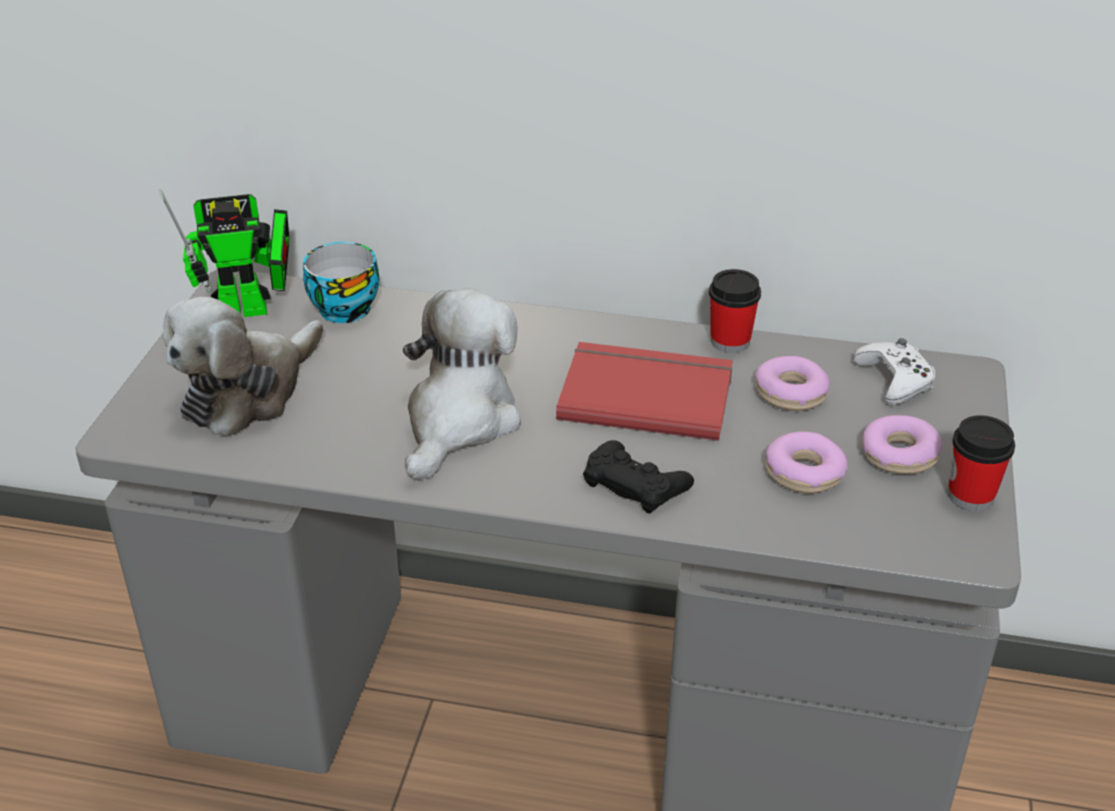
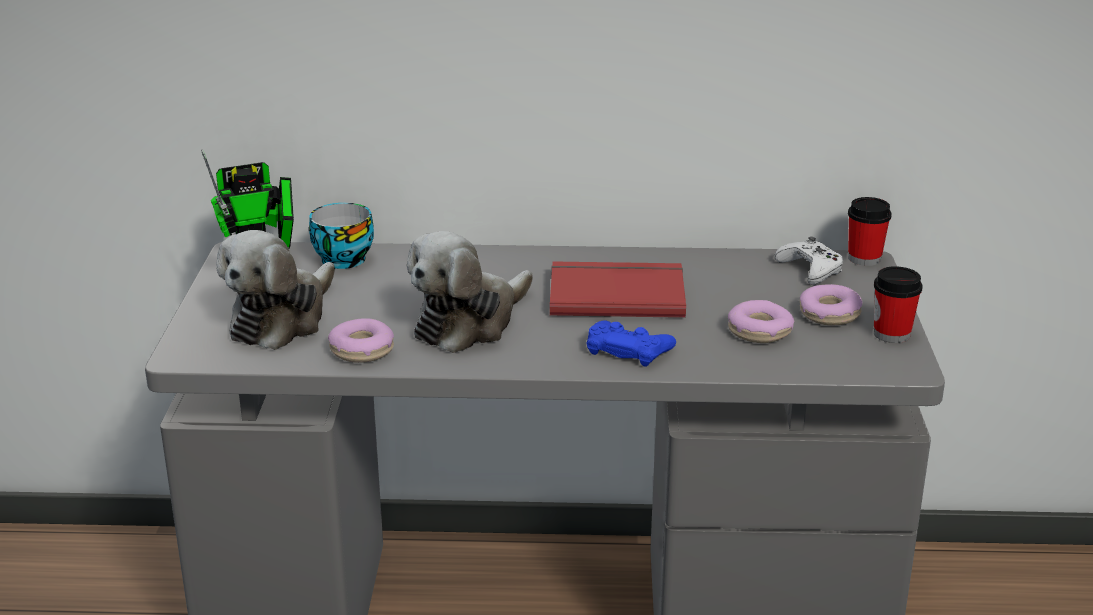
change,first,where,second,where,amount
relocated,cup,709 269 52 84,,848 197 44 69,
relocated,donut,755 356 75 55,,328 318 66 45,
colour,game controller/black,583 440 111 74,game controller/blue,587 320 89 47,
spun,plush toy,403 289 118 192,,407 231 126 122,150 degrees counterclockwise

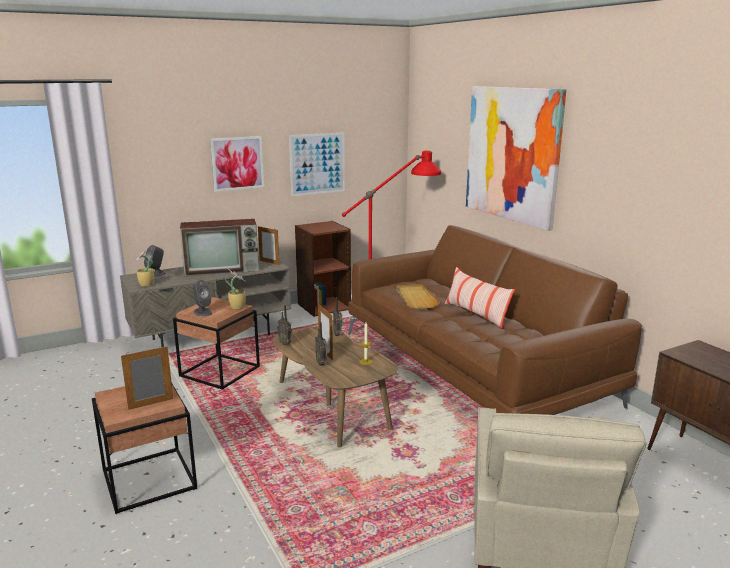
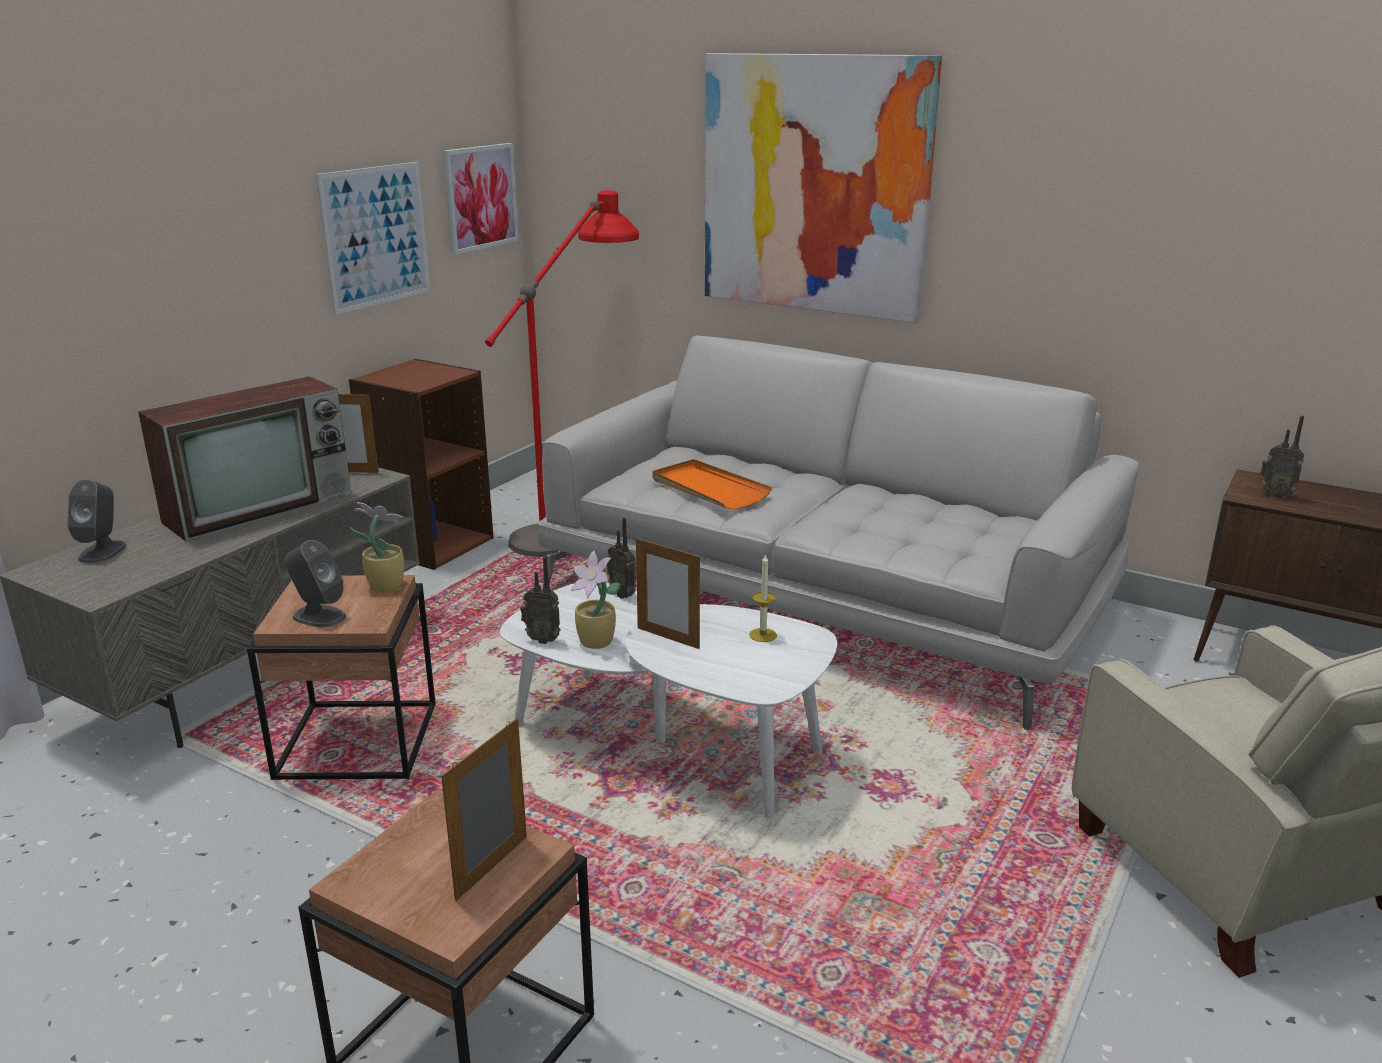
change,first,where,second,where,amount
missing,pillow,445 267 70 62,,,
relocated,potted plant,135 247 19 40,,571 551 50 98,
relocated,picture,210 136 54 56,,443 143 76 112,
relocated,radio,315 322 14 44,,1260 415 44 83,
colour,coffee table/brown,273 327 125 121,coffee table/white,500 583 338 237,
colour,sofa/brown,348 225 294 190,sofa/grey,538 336 601 394,
colour,tray/beige,396 284 44 25,tray/orange,652 459 120 51,

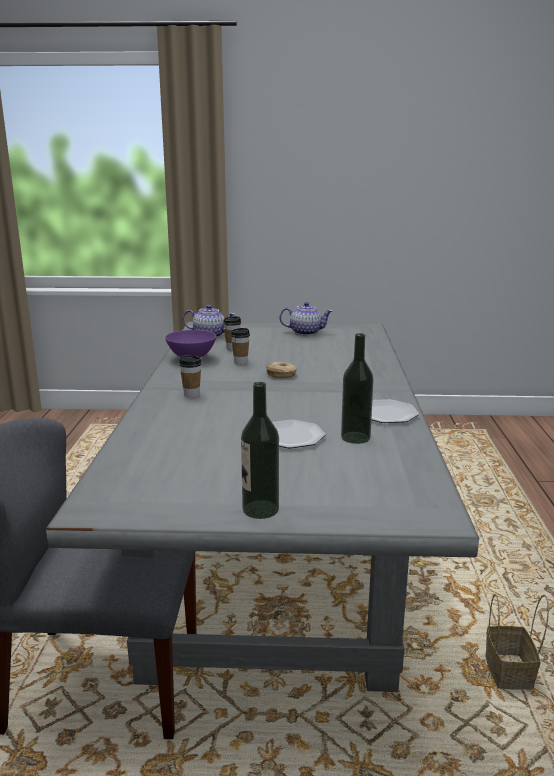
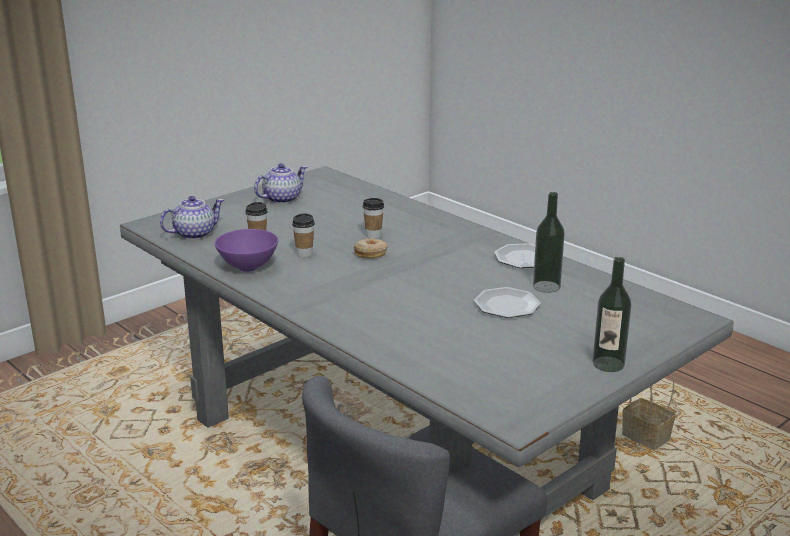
change,first,where,second,where,amount
relocated,cup,179 356 23 42,,363 198 21 41,

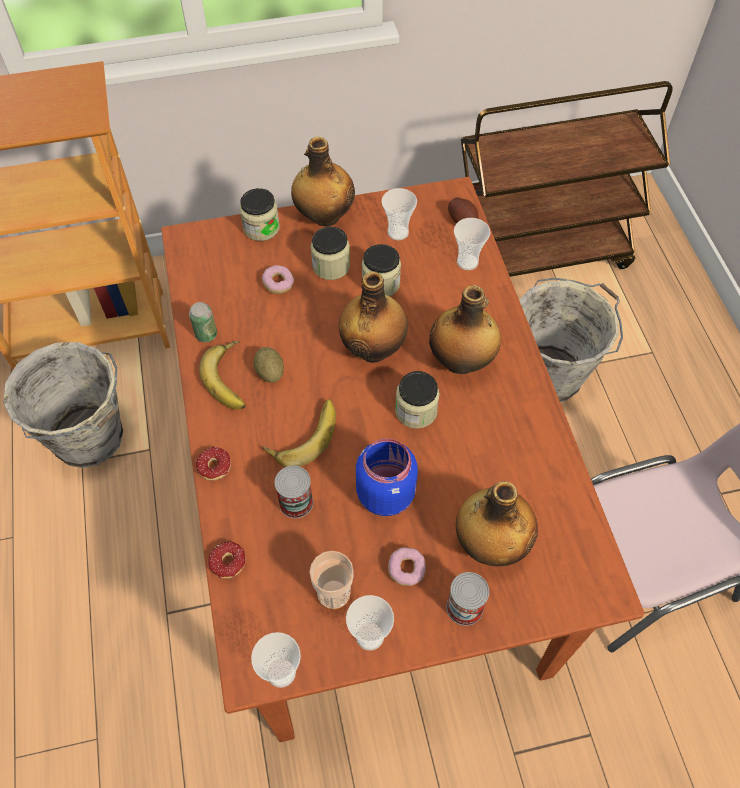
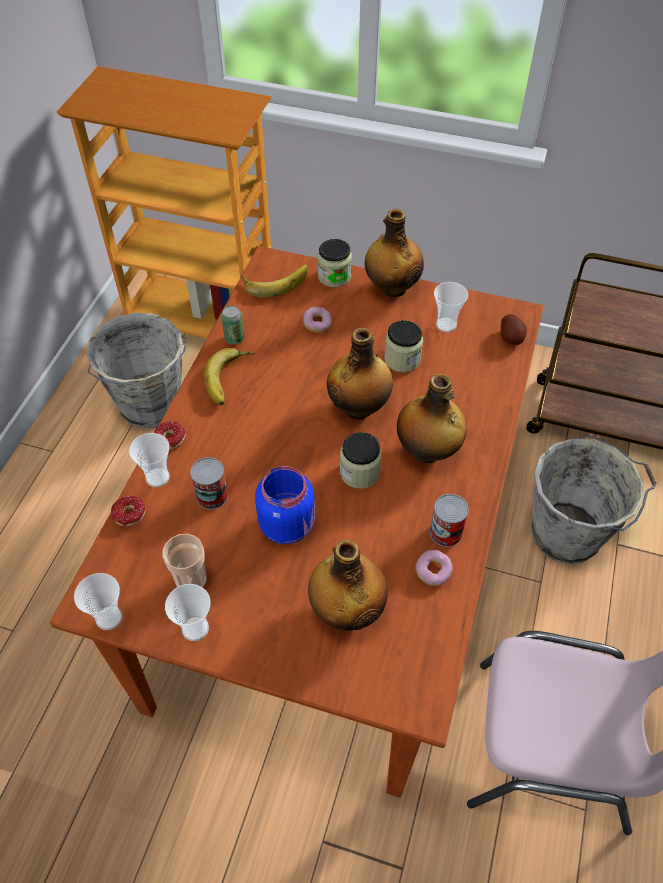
change,first,where,second,where,amount
missing,potato,254 347 30 36,,,
missing,jar,311 226 39 54,,,
relocated,banana,263 399 73 68,,241 265 67 33,
relocated,donut,388 547 38 39,,415 550 38 36,
relocated,can,446 572 43 54,,430 494 39 53,
relocated,cup,454 218 37 52,,129 433 41 54,

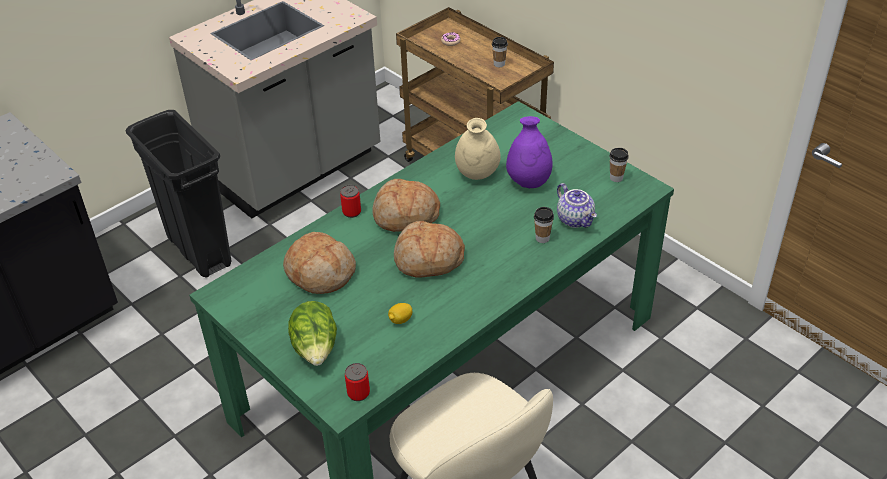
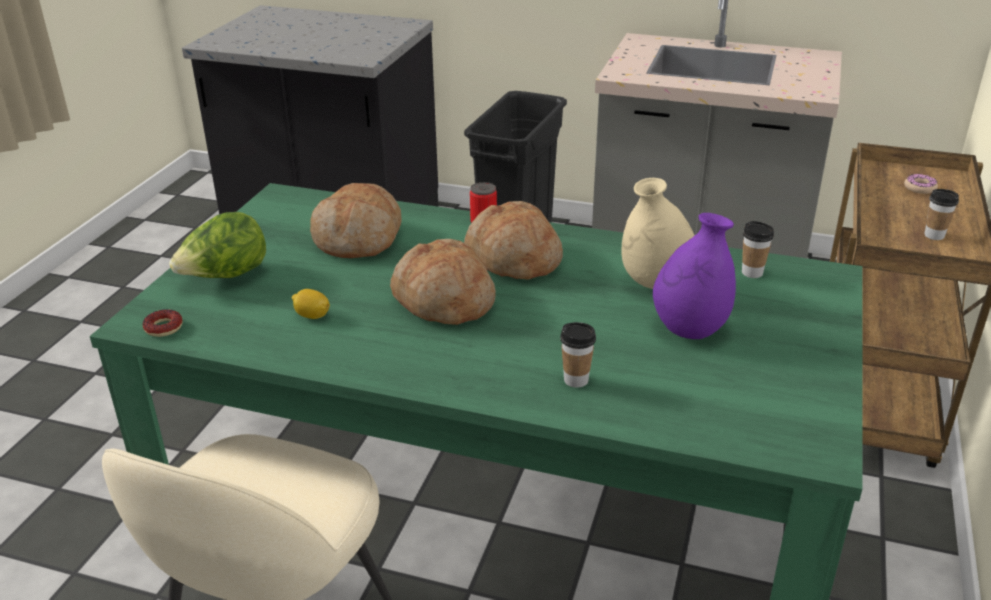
change,first,where,second,where,amount
missing,teapot,557 183 40 45,,,
relocated,cup,609 148 20 34,,742 221 32 57,
exchanged,can,345 363 25 38,donut,143 309 40 28,

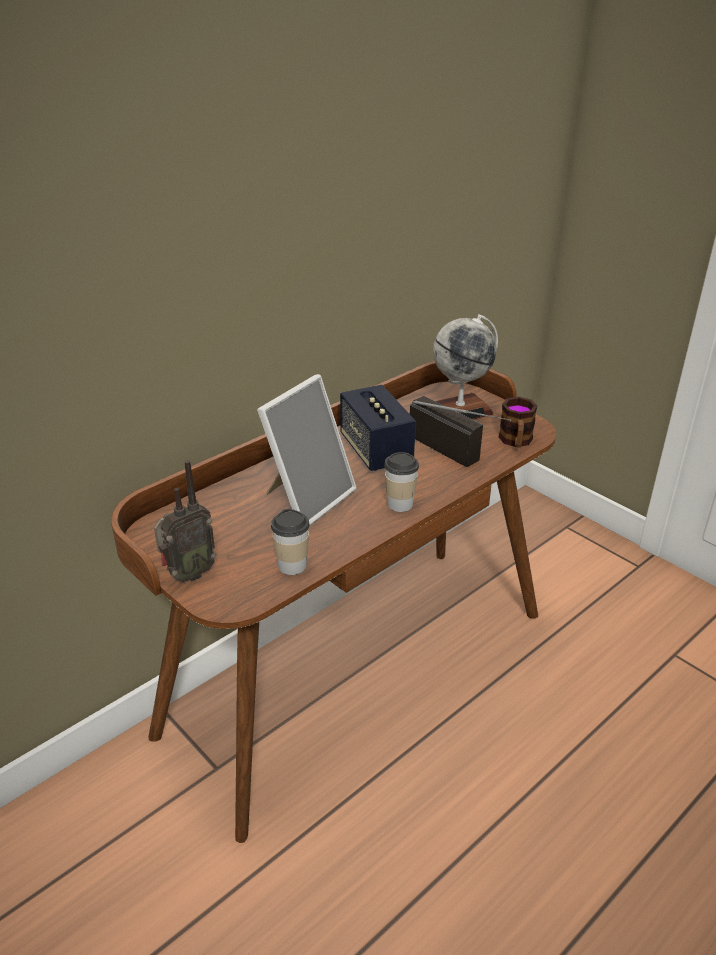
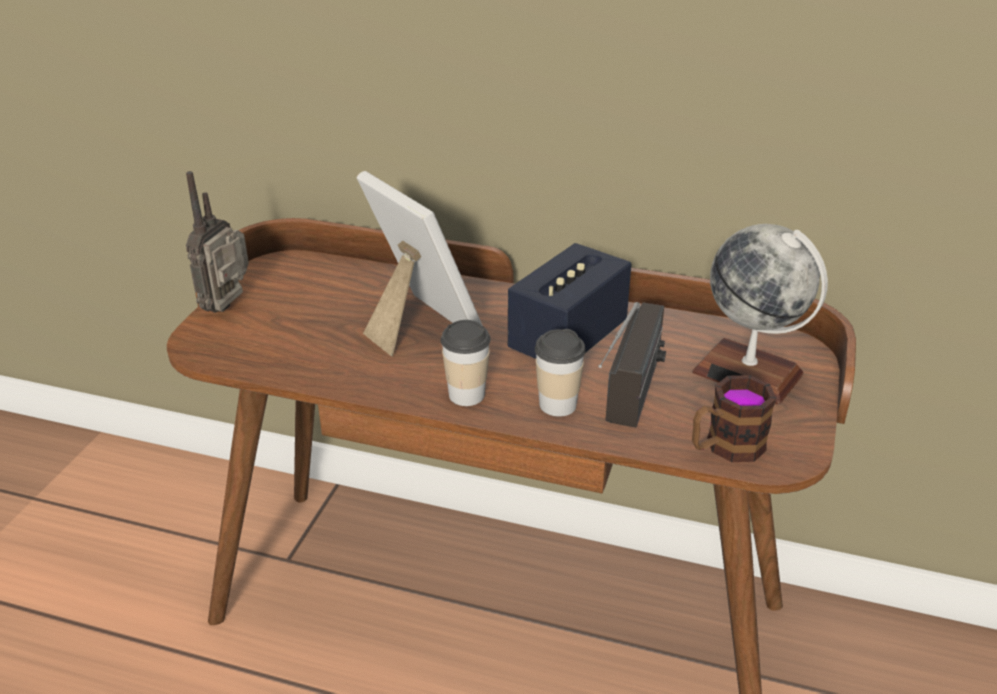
change,first,where,second,where,amount
relocated,cup,271 509 38 66,,535 329 51 88,
spun,radio,154 460 62 122,,186 171 63 142,90 degrees clockwise
spun,picture frame,257 374 100 152,,357 171 126 185,135 degrees counterclockwise

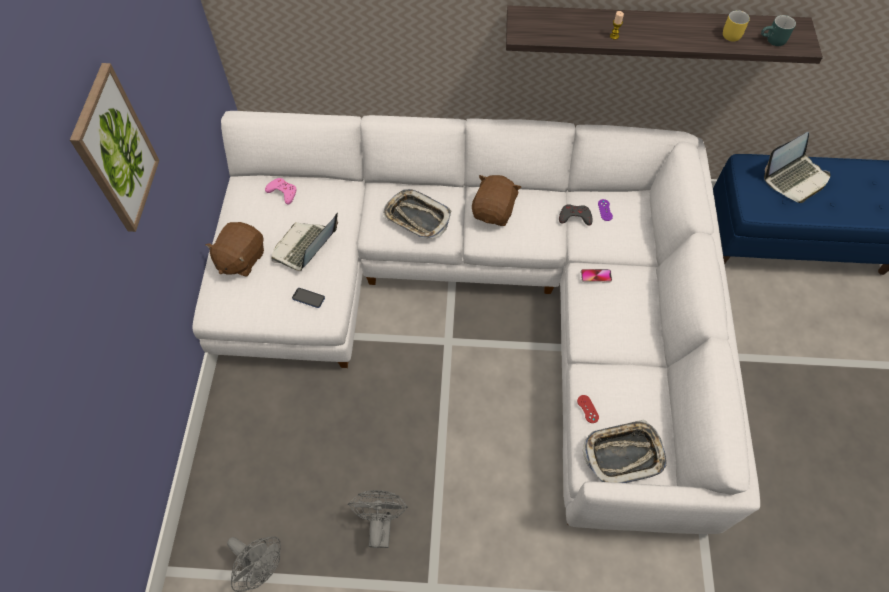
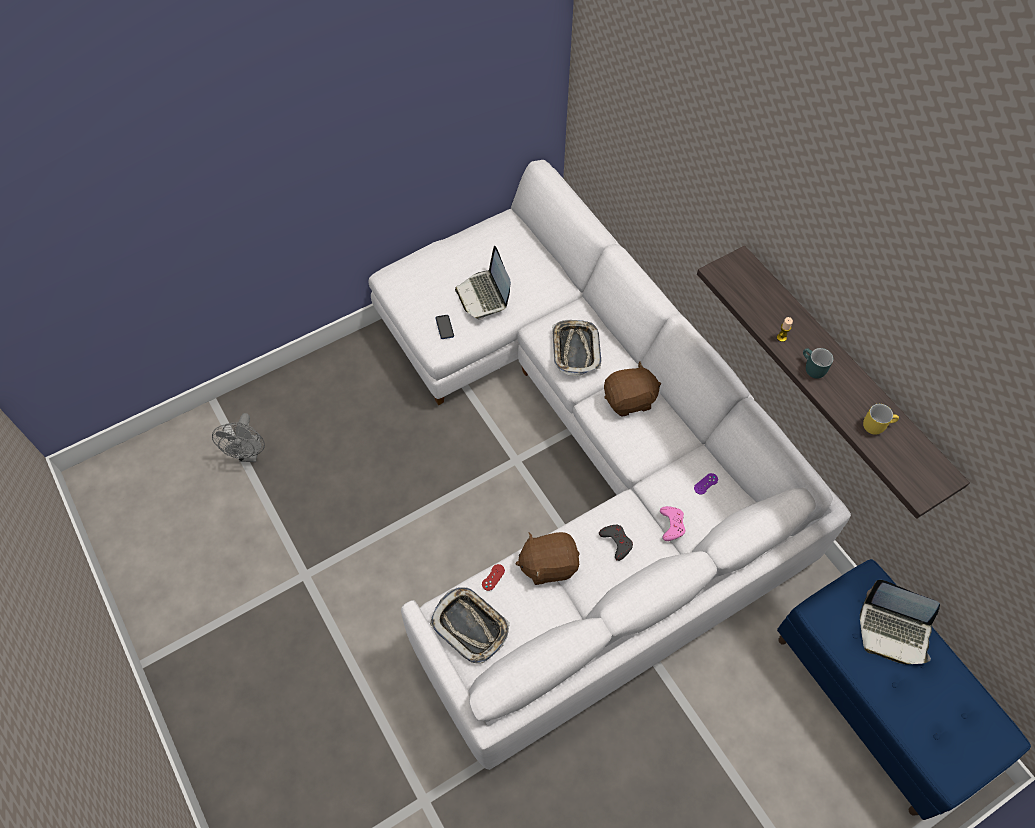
change,first,where,second,where,amount
missing,picture,70 63 89 169,,,
missing,fan/grey,348 490 60 58,,,
missing,phone,581 269 31 13,,,
relocated,plush toy/brown,205 222 59 55,,516 532 64 53,
relocated,game controller/pink,265 178 32 26,,660 506 26 35,
relocated,game controller/grey,559 204 34 21,,599 525 34 36,
relocated,mug/turquoise,761 15 35 31,,803 348 30 31,
spun,laptop,271 213 67 58,,455 246 56 74,105 degrees counterclockwise

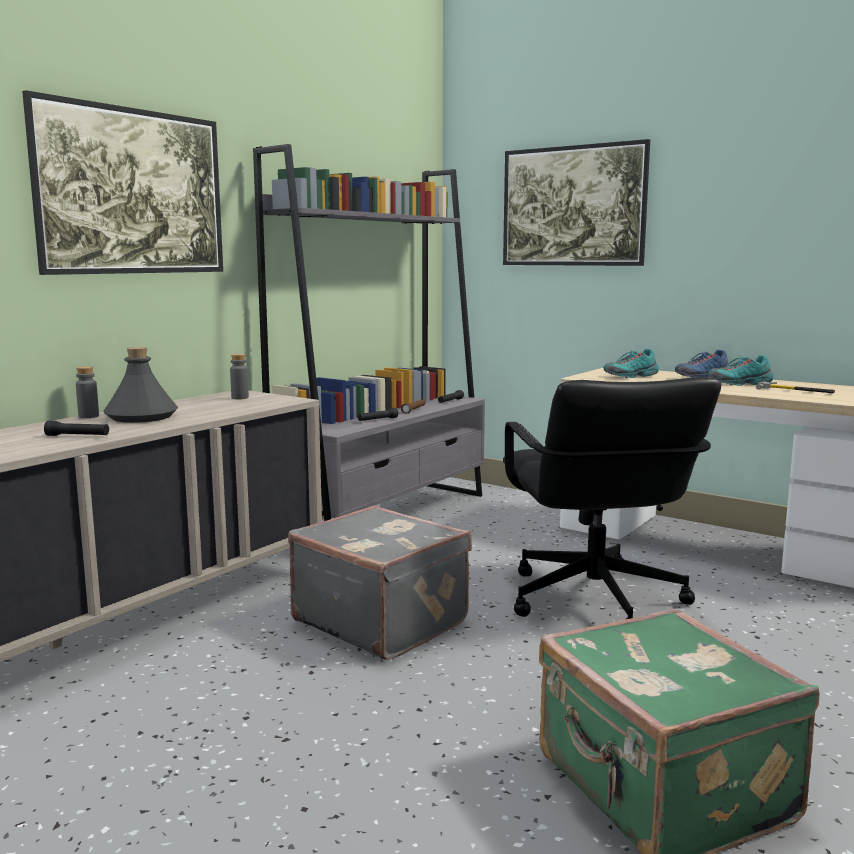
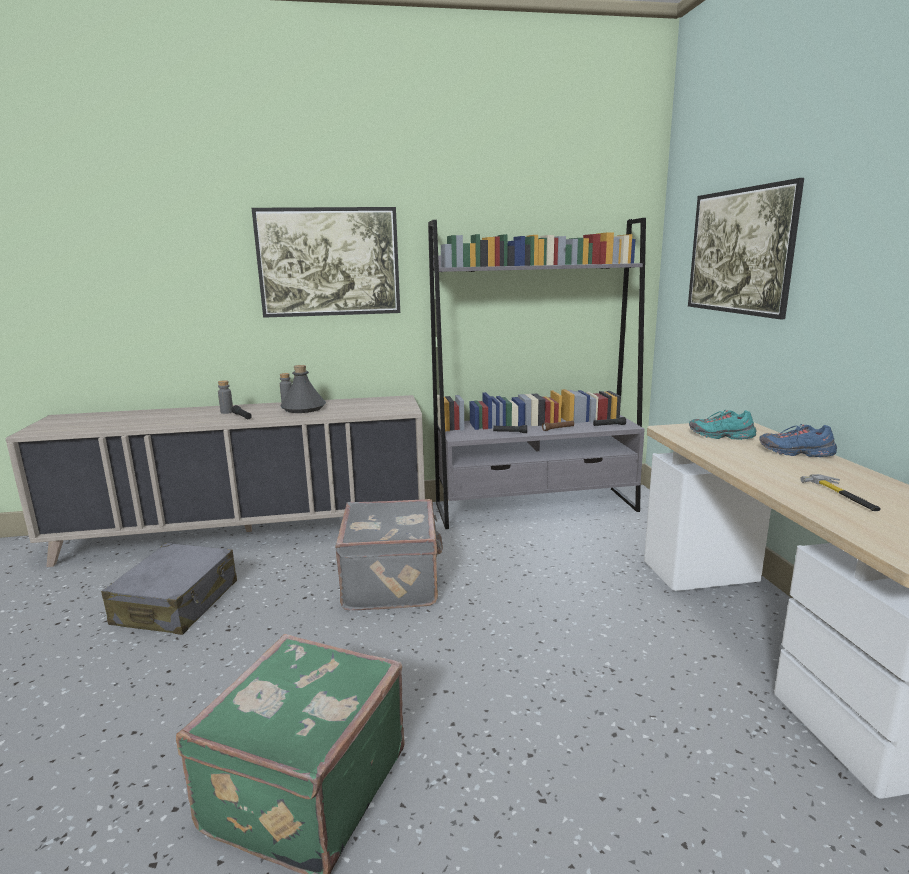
change,first,where,second,where,amount
missing,office chair/black,503 377 219 242,,,
missing,shoe/turquoise,708 355 65 31,,,
appeared,,,suitcase/grey,101 543 136 92,
relocated,bottle/grey,230 354 19 45,,218 380 15 34,

